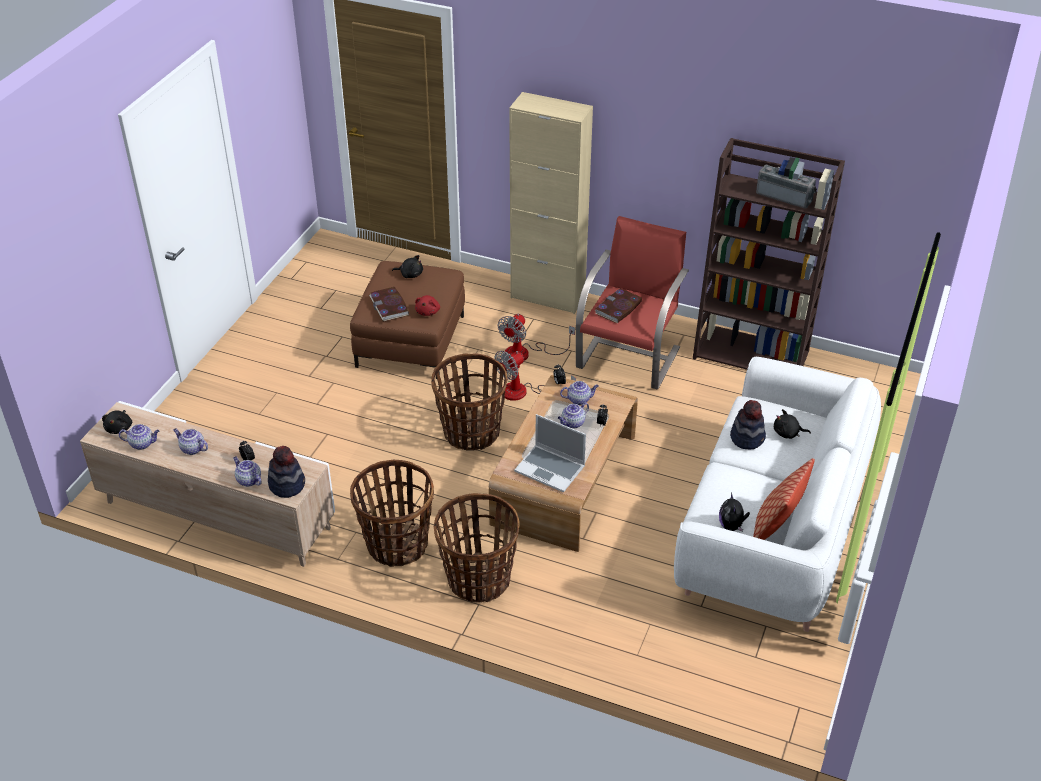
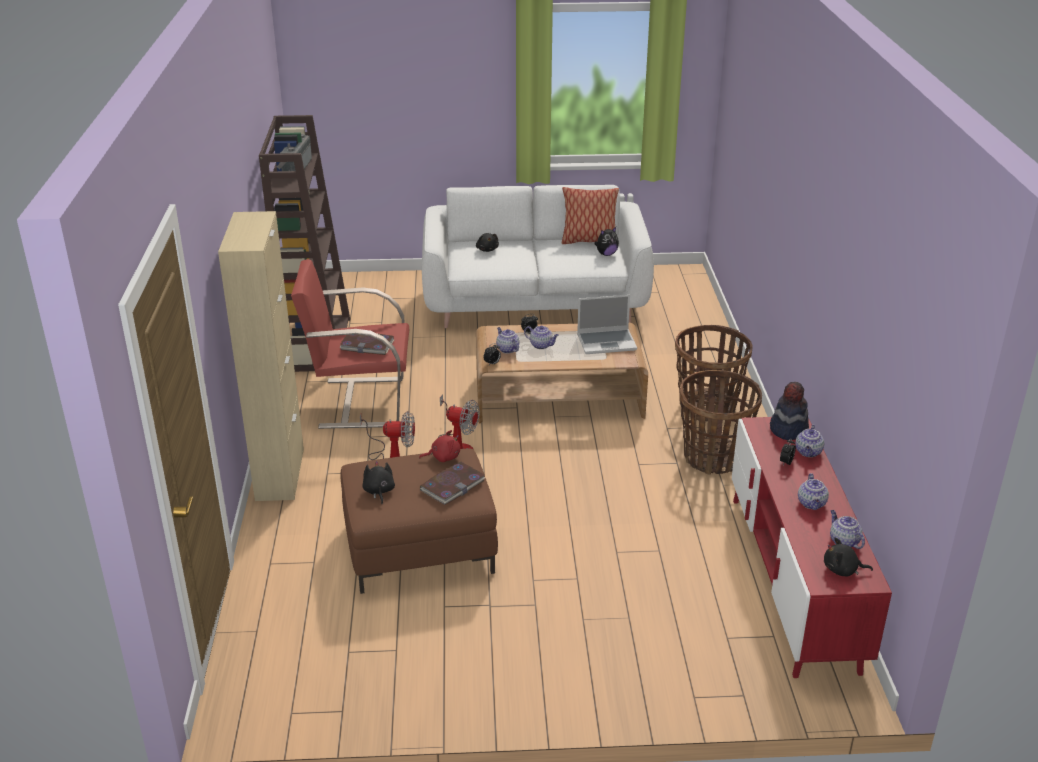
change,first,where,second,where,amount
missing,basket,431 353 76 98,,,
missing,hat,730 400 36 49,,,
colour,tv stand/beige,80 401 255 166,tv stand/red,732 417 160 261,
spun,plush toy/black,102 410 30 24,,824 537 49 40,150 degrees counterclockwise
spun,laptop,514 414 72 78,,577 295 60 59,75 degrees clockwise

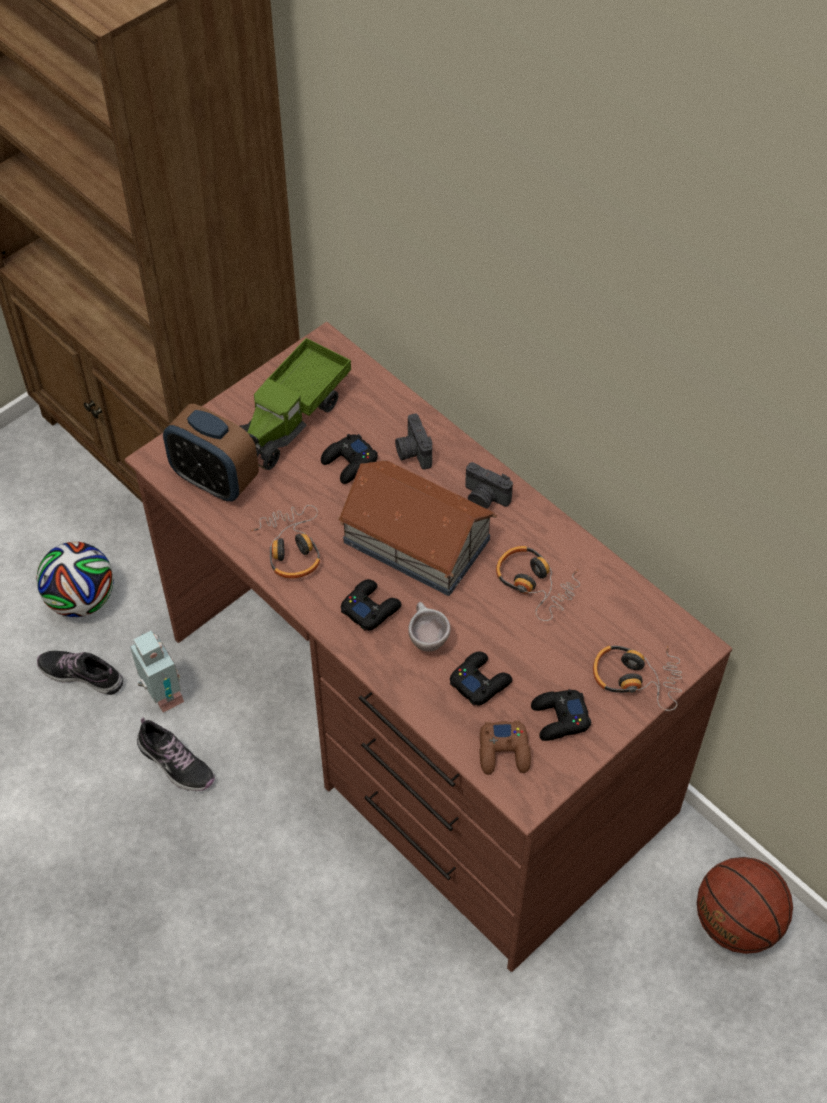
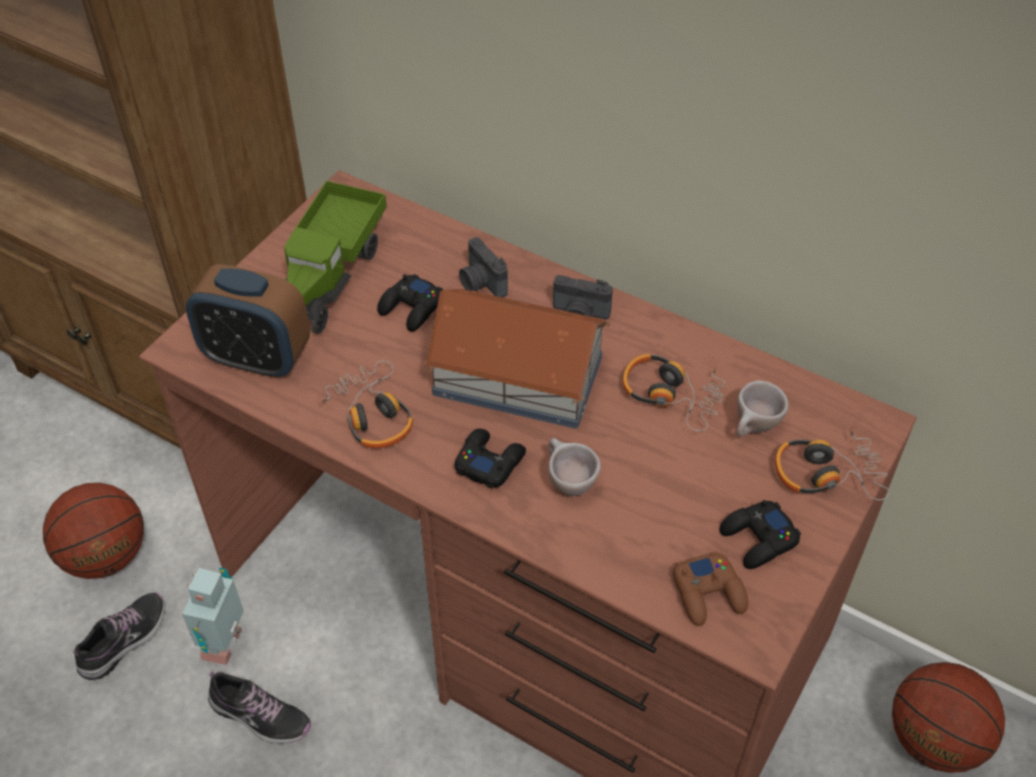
change,first,where,second,where,amount
missing,game controller/black,450 651 62 55,,,
appeared,,,cup/beige,737 380 52 57,
exchanged,football,36 542 78 75,basketball,43 483 101 96,
spun,shoe,37 651 86 44,,72 592 93 88,120 degrees clockwise
spun,toy robot,130 631 54 82,,182 568 62 97,120 degrees counterclockwise

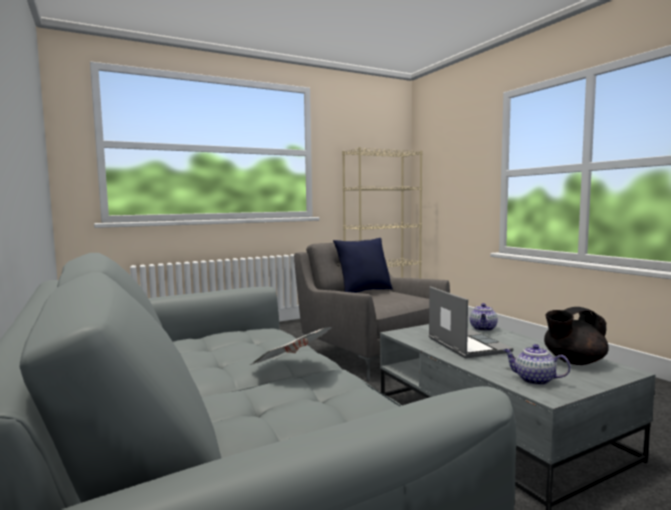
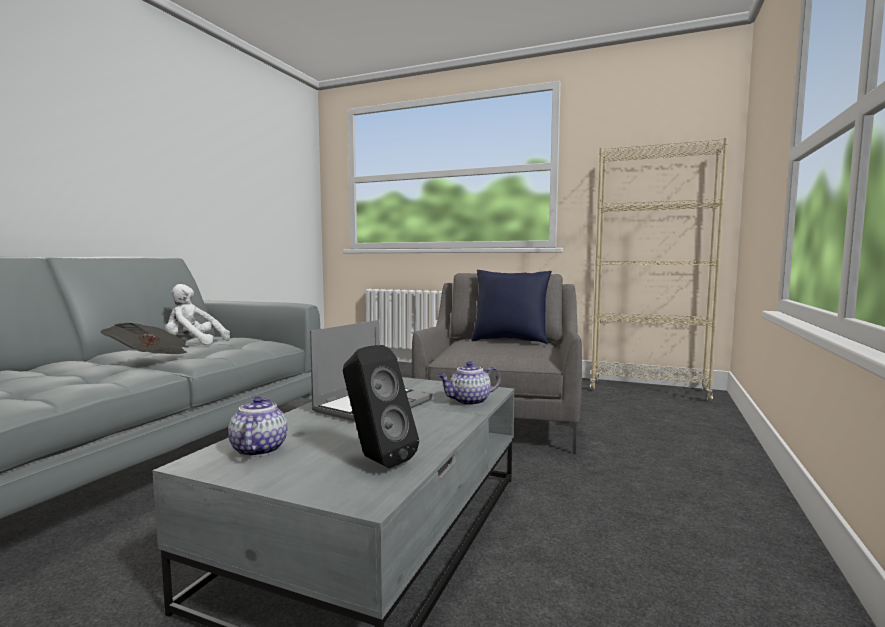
change,first,where,second,where,amount
appeared,,,plush toy/white,165 284 65 61,
exchanged,teapot/black,544 307 65 58,speaker/black,343 345 76 123,

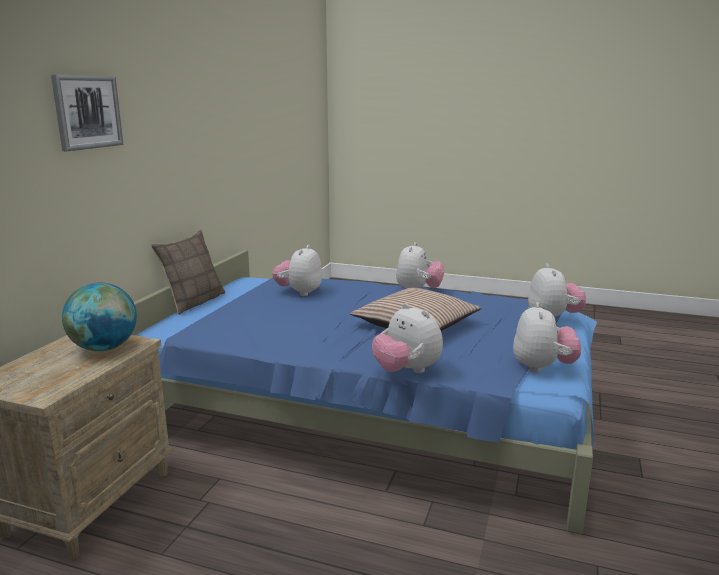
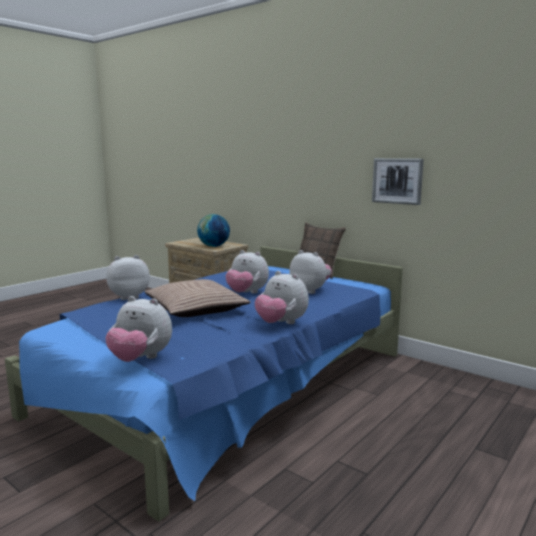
change,first,where,second,where,amount
relocated,picture,51 75 72 76,,372 158 52 47,
relocated,plush toy,513 302 68 71,,226 250 43 43,

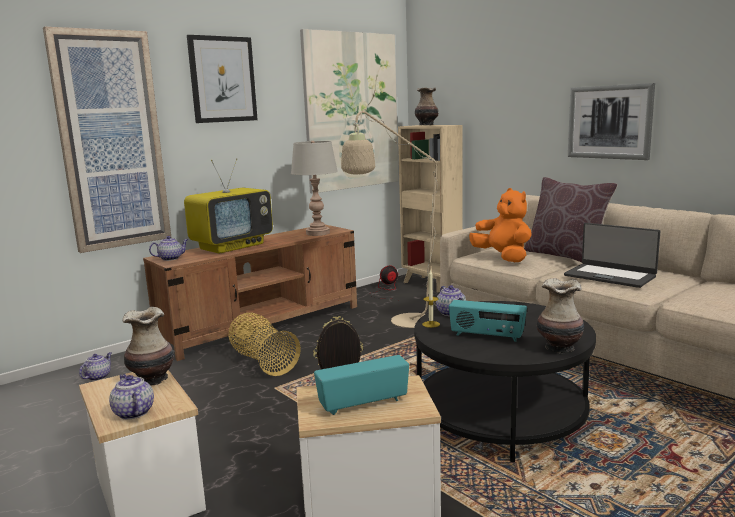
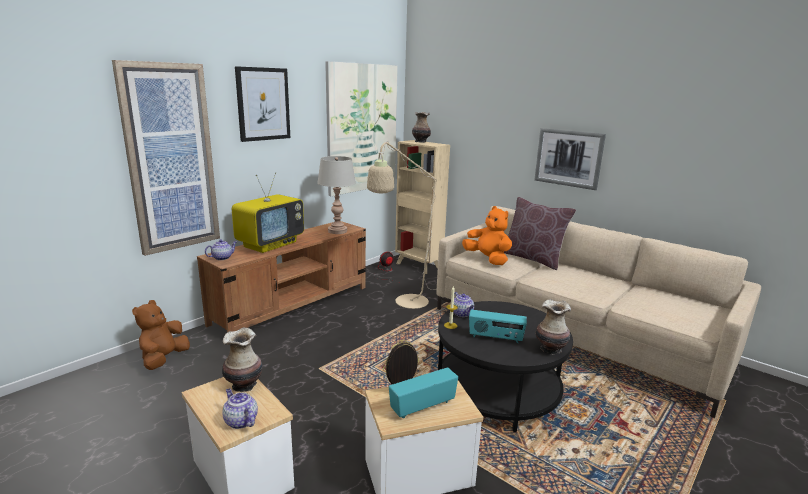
change,first,where,second,where,amount
missing,basket,229 312 72 64,,,
missing,laptop,564 223 96 65,,,
exchanged,teapot,79 352 32 29,plush toy/brown,132 300 58 70,

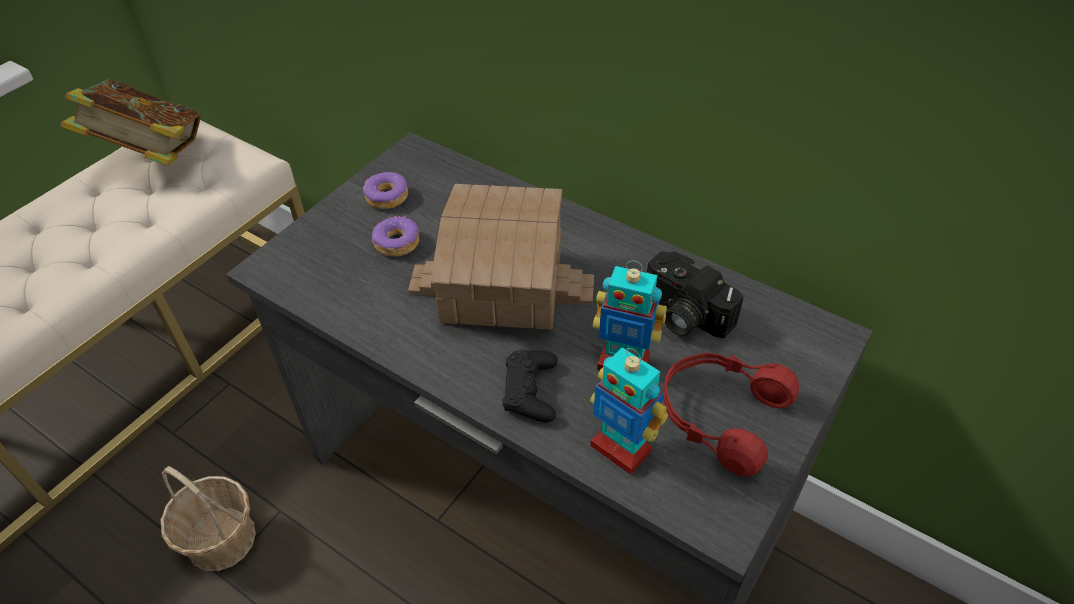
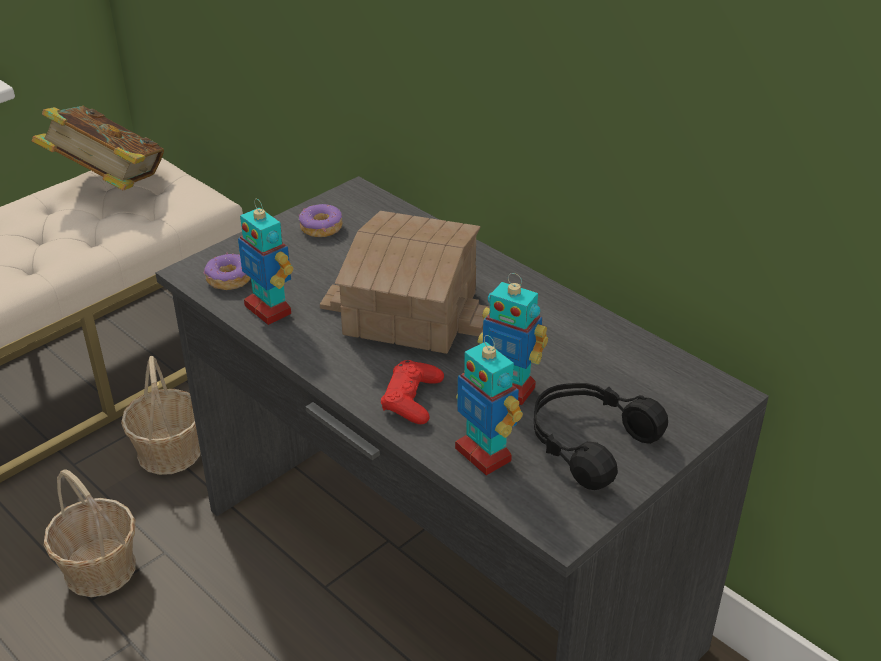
change,first,where,second,where,amount
missing,photo camera,647 251 97 87,,,
appeared,,,basket,121 356 80 119,
appeared,,,toy robot,238 199 55 126,
relocated,donut,372 216 47 41,,204 253 47 37,
colour,game controller/black,502 350 56 72,game controller/red,381 360 63 64,
colour,headphones/red,663 353 136 124,headphones/black,534 383 134 107,

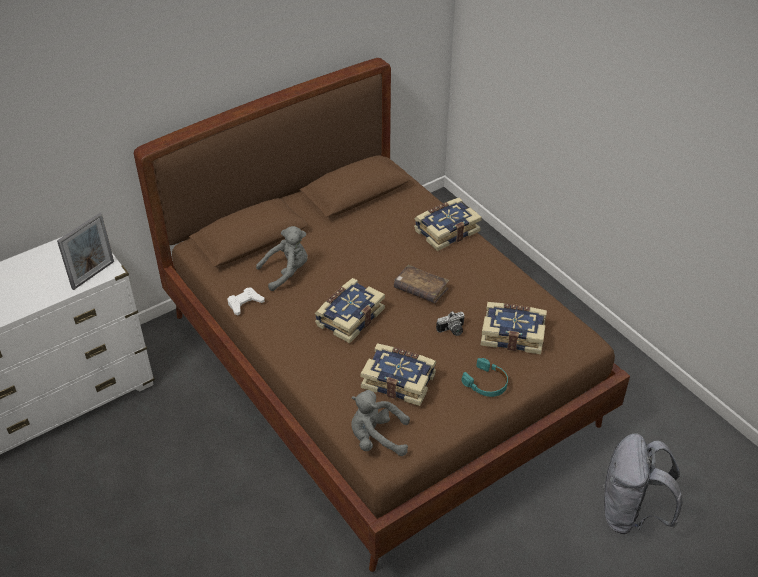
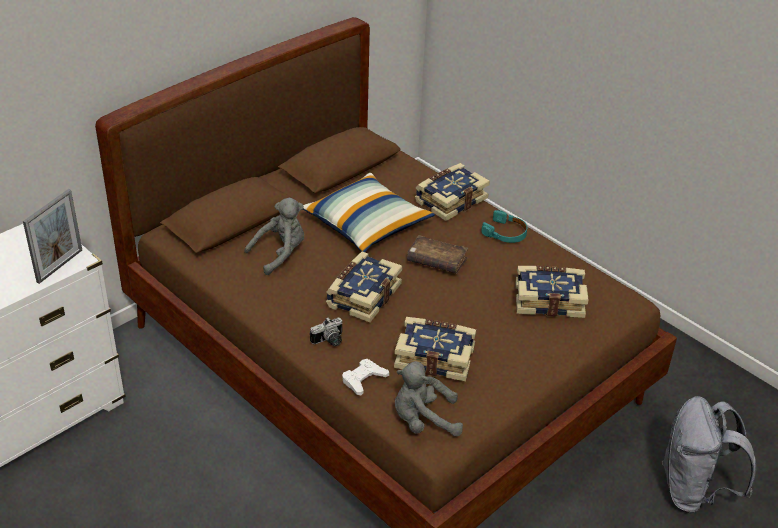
change,first,where,second,where,amount
appeared,,,pillow,303 173 132 79,
relocated,game controller/white,227 287 38 28,,342 359 47 36,
relocated,photo camera,436 311 28 25,,310 318 33 28,
relocated,headphones/turquoise,461 358 47 39,,482 210 45 33,

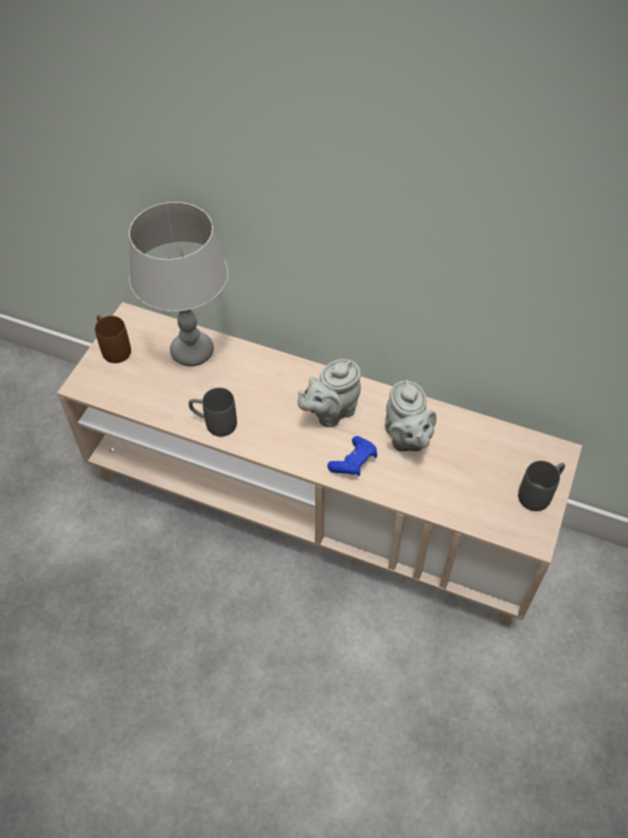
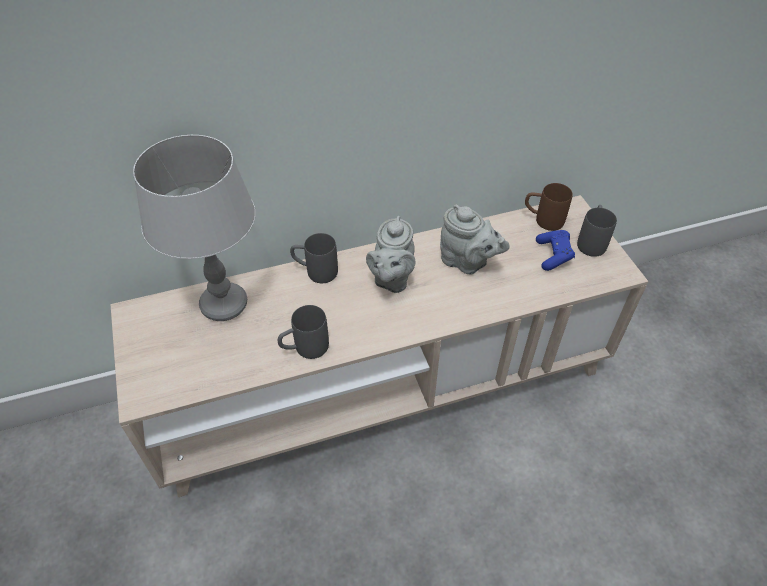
change,first,where,second,where,amount
appeared,,,mug/grey,290 233 48 50,
relocated,mug/brown,95 315 36 48,,525 183 48 48,
relocated,game controller/blue,327 436 50 40,,536 230 39 41,

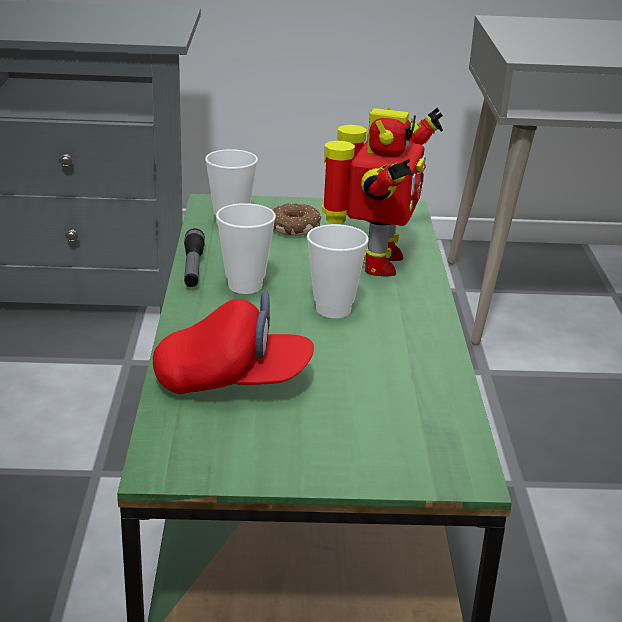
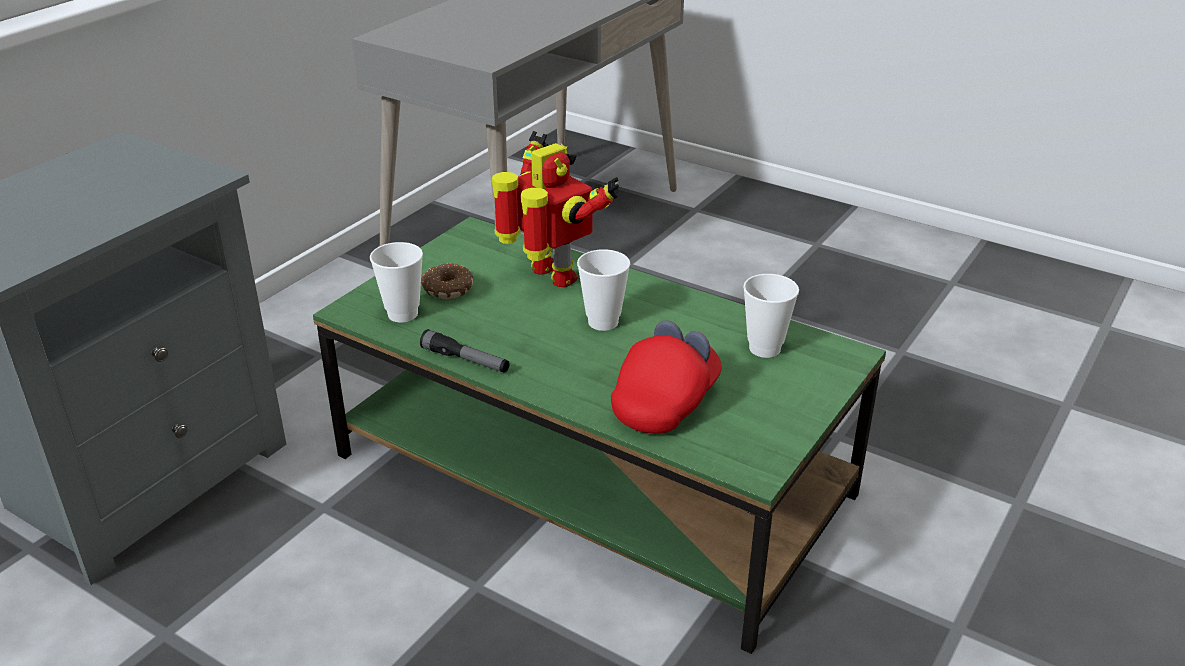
change,first,where,second,where,amount
relocated,cup,216 203 60 91,,743 274 56 84,

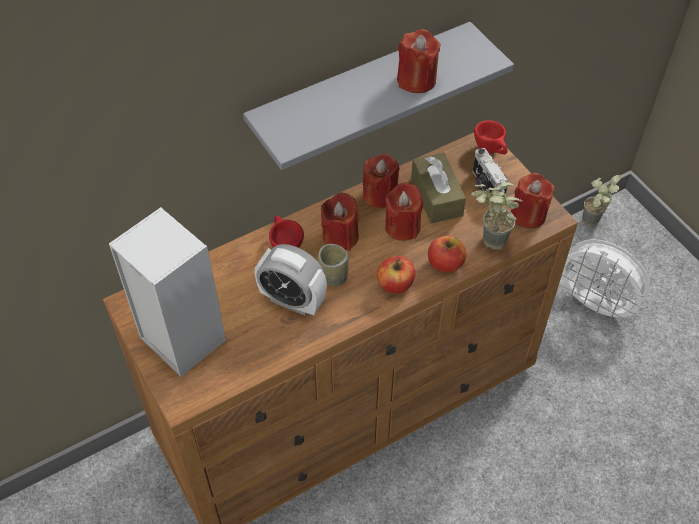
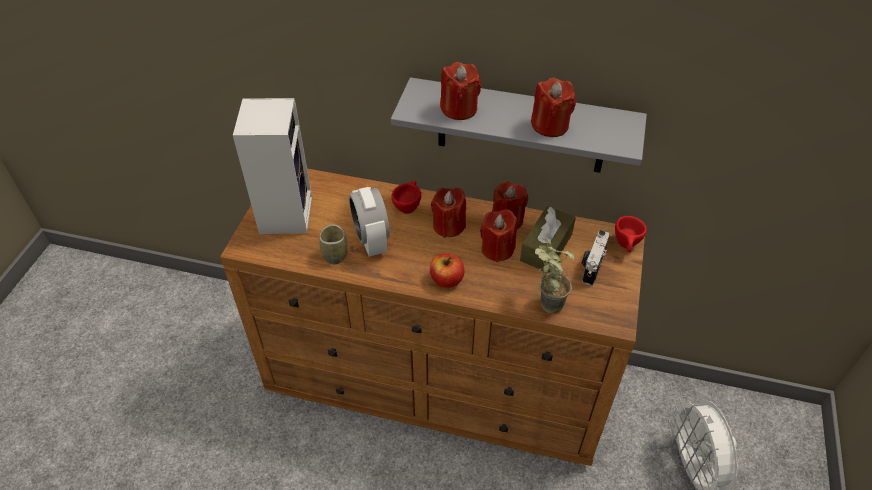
change,first,where,second,where,amount
missing,apple,428 236 38 37,,,
missing,potted plant,582 175 39 51,,,
relocated,cup,318 244 31 42,,319 224 28 40,
relocated,candle/red,511 173 44 56,,440 62 41 58,

